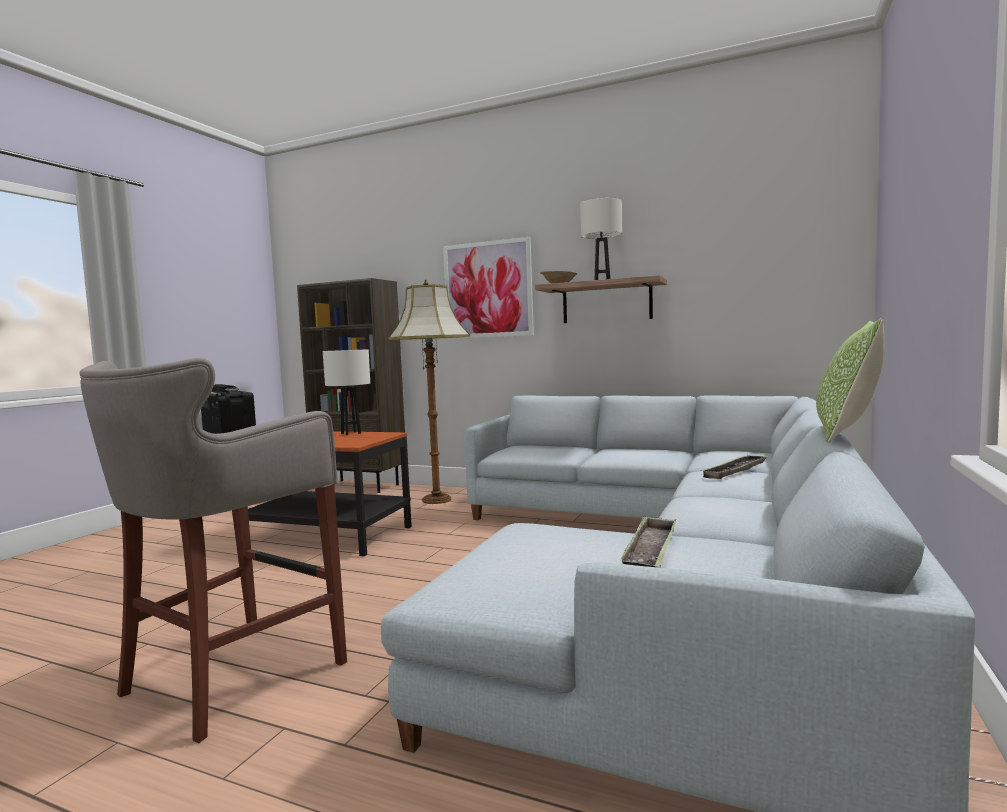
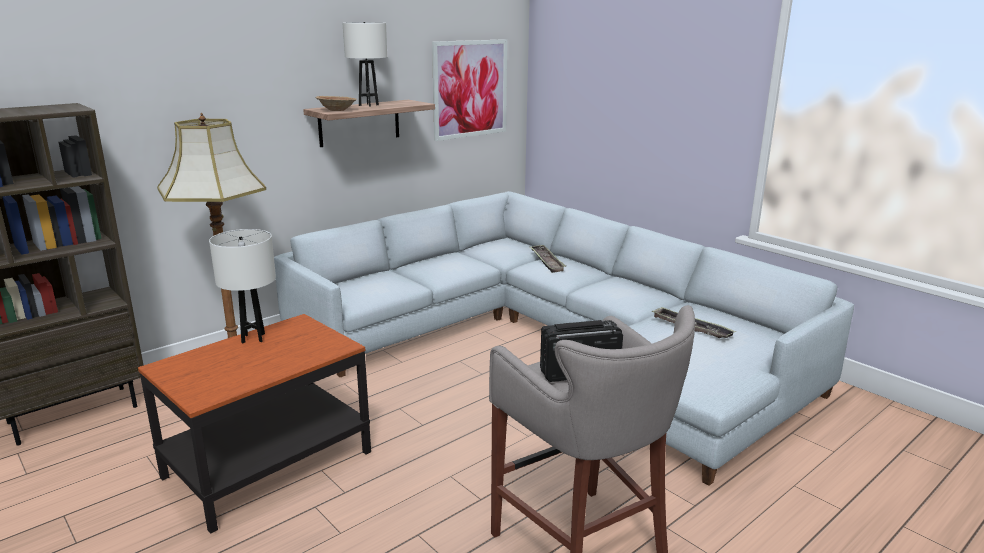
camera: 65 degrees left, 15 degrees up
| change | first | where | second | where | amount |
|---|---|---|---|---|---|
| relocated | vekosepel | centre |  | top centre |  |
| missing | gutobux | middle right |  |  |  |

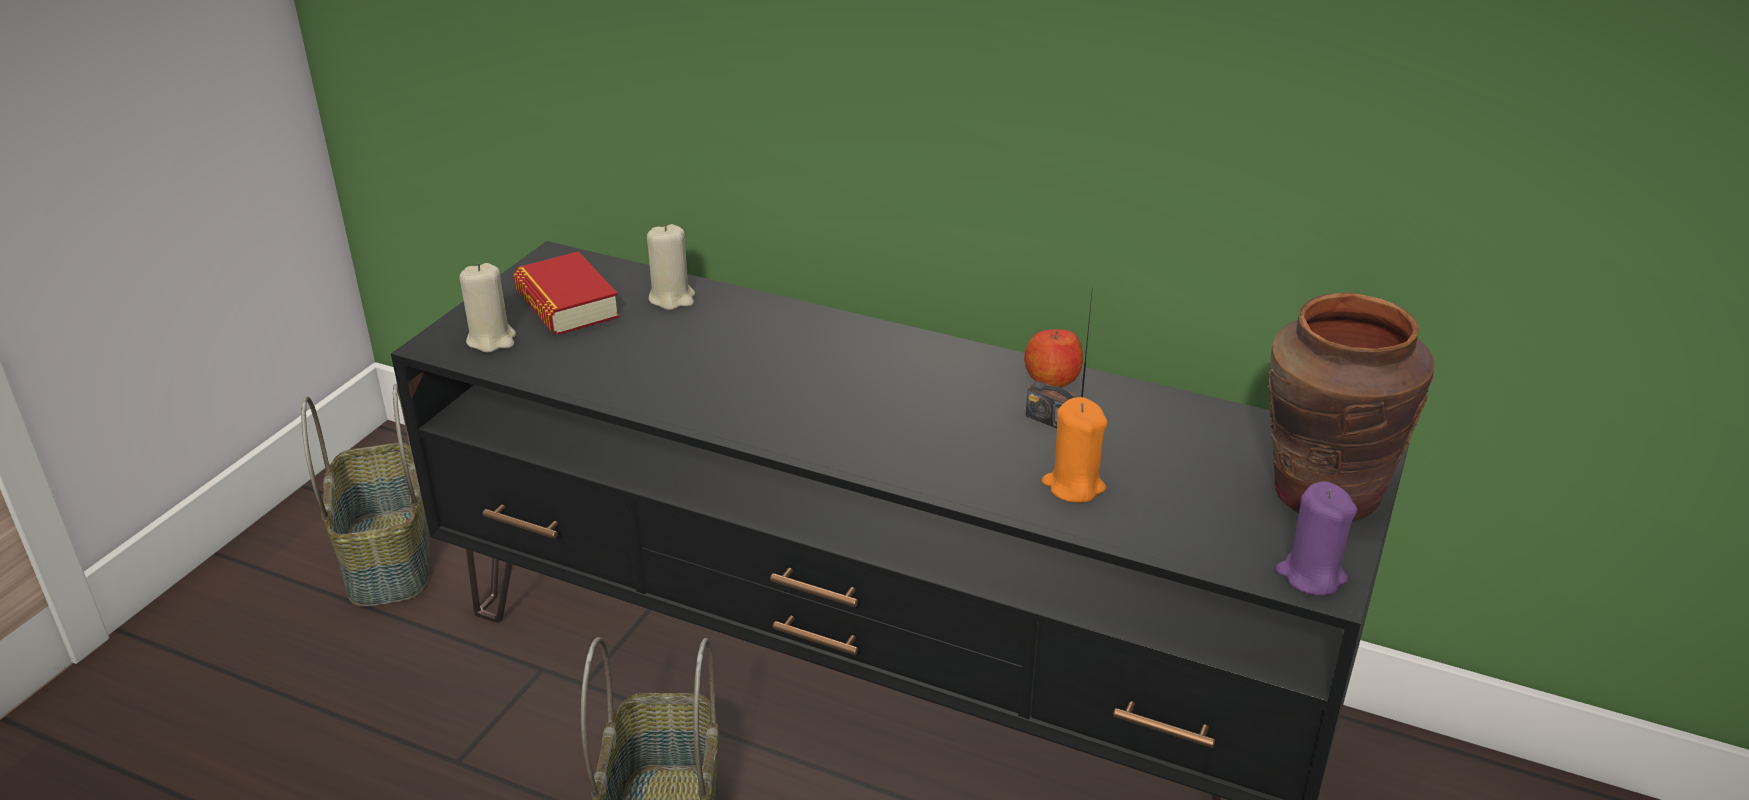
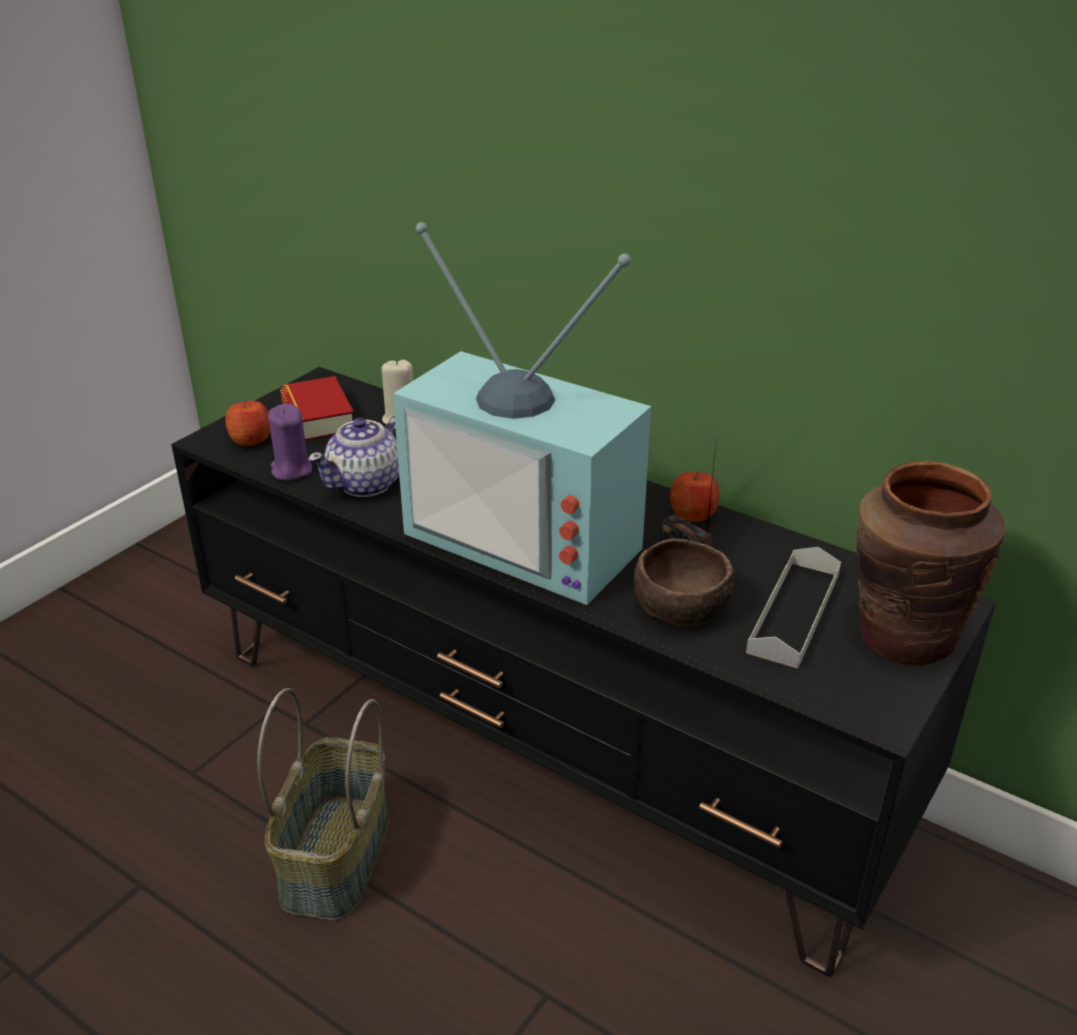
camera: 10 degrees right, 0 degrees up
| change | first | where | second | where | amount |
|---|---|---|---|---|---|
| missing | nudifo (no. 1 from left) | middle left |  |  |  |
| exchanged | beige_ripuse (no. 1 from left) | middle left | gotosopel (no. 1 from left) | middle left |  |
| exchanged | orange_ripuse | centre | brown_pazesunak | centre |  |
| relocated | purple_ripuse | bottom right |  | middle left |  |
| appeared |  |  | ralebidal | middle left |  |
| appeared |  |  | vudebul | centre |  |
| appeared |  |  | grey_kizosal | middle right |  |

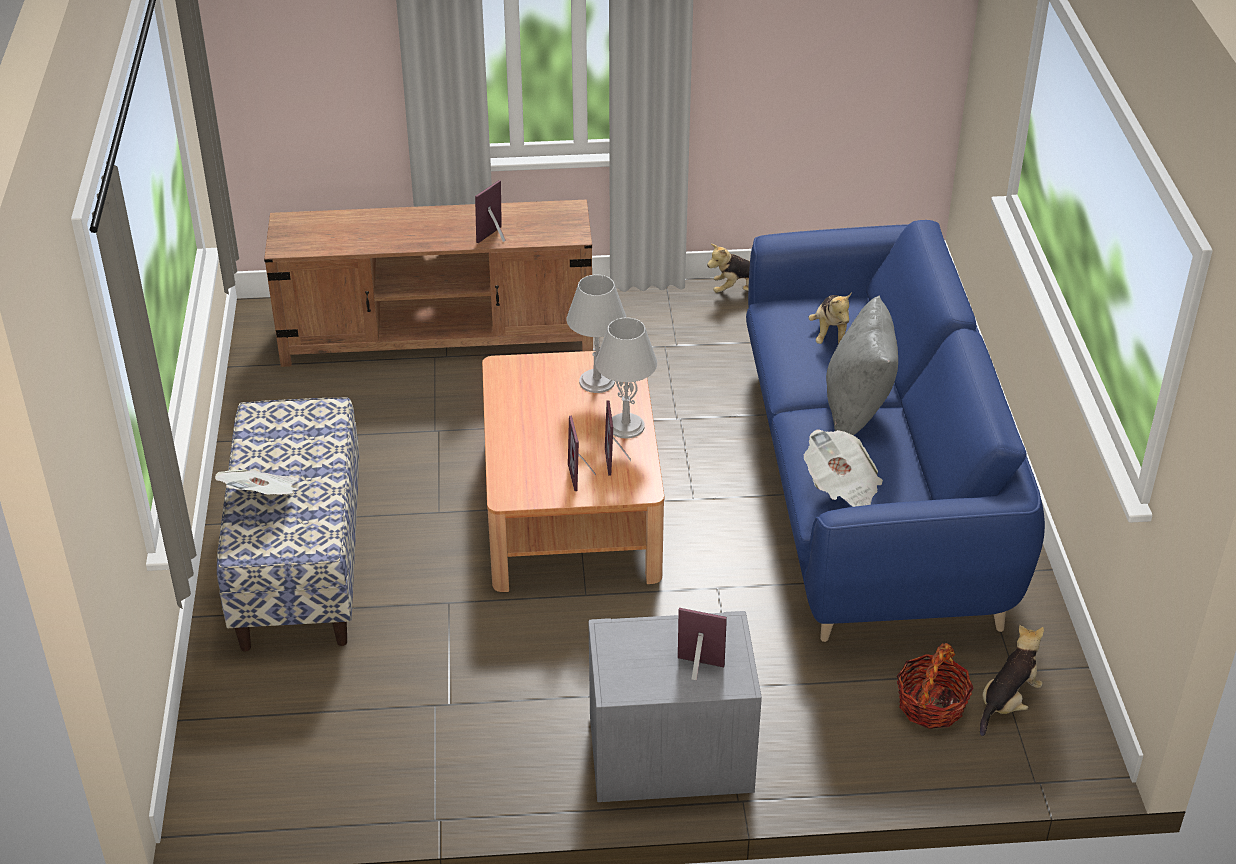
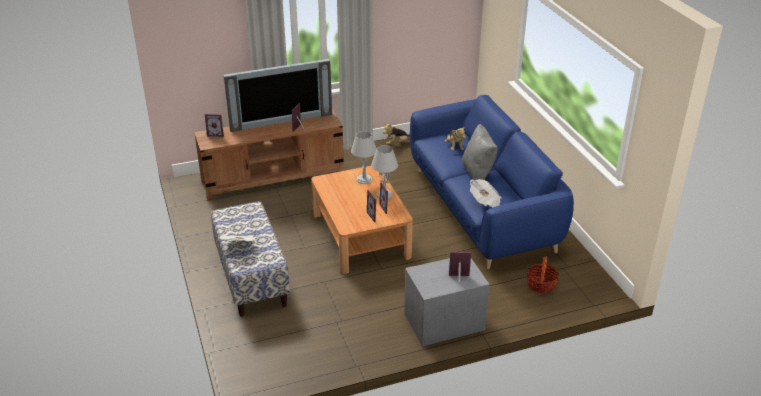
camera: 15 degrees left, 5 degrees down
| change | first | where | second | where | amount |
|---|---|---|---|---|---|
| missing | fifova (no. 3 from left) | bottom right |  |  |  |
| appeared |  |  | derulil (no. 1 from left) | top left |  |
| appeared |  |  | vudebul | top centre |  |

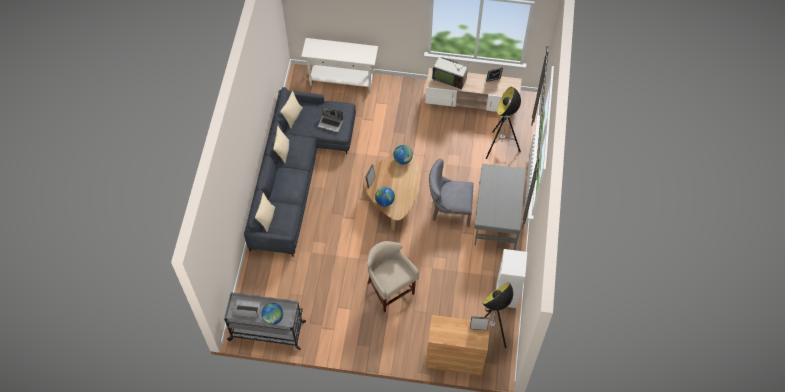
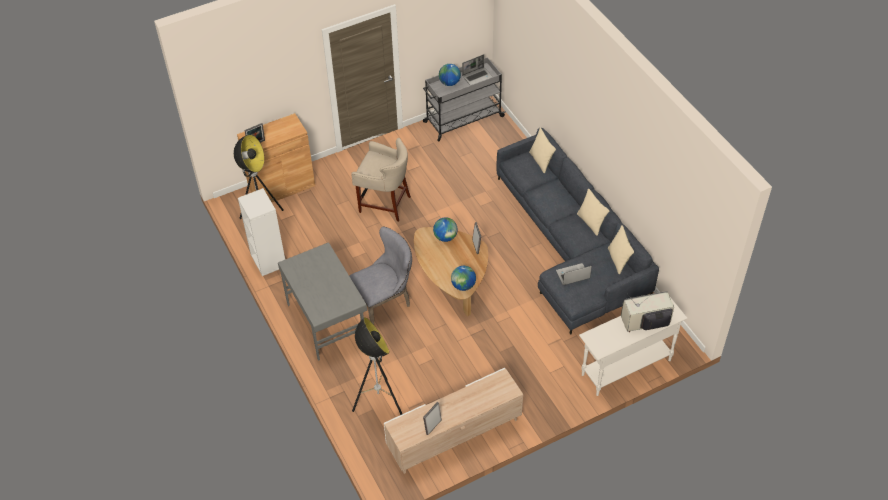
camera: 145 degrees right, 10 degrees down
| change | first | where | second | where | amount |
|---|---|---|---|---|---|
| relocated | vudebul | top centre |  | middle right |  |

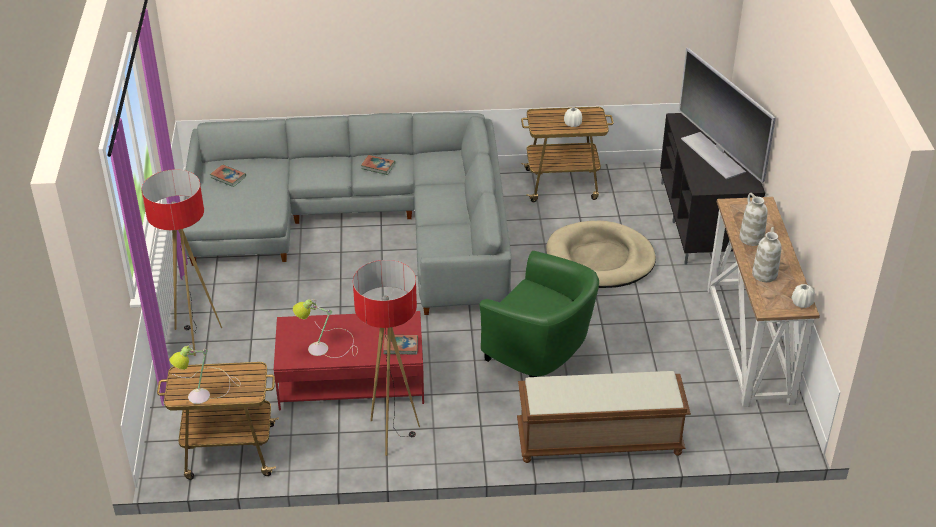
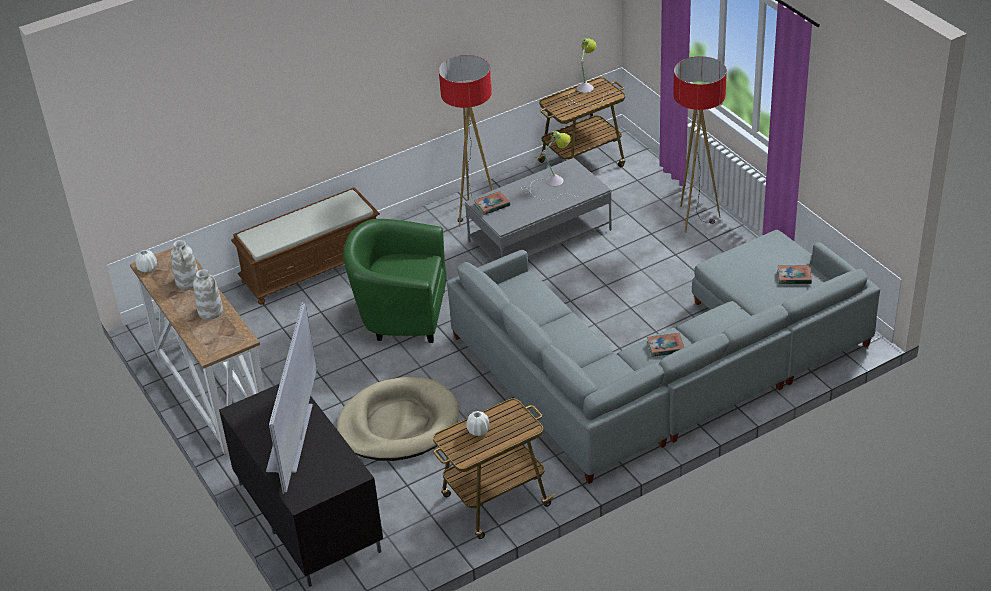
camera: 155 degrees right, 0 degrees up
| change | first | where | second | where | amount |
|---|---|---|---|---|---|
| colour | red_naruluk | bottom centre | grey_naruluk | centre |  |
| spun | vudebul | top right |  | bottom left | 120 degrees counterclockwise |

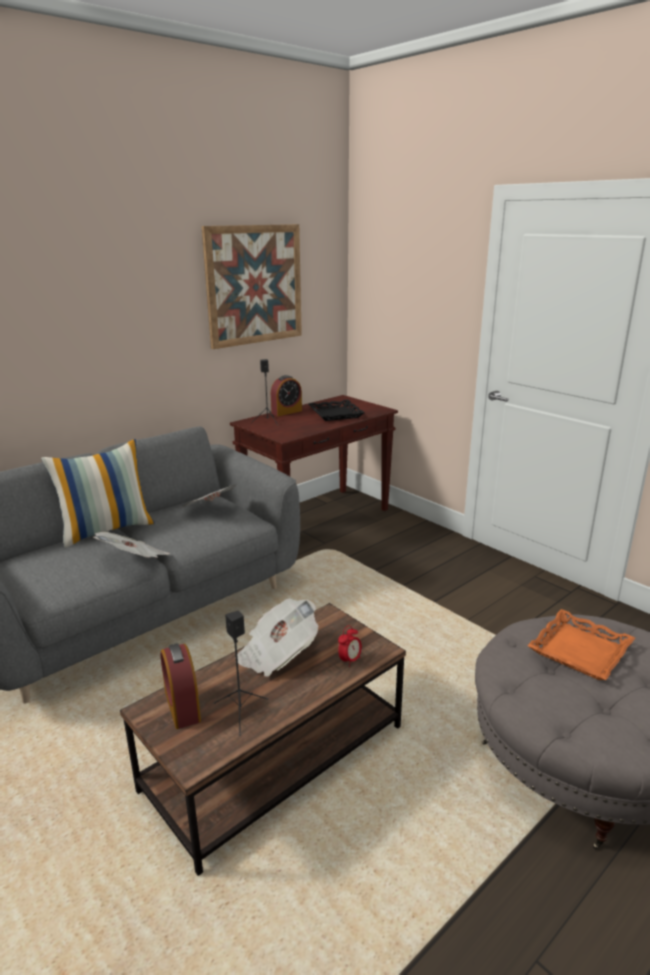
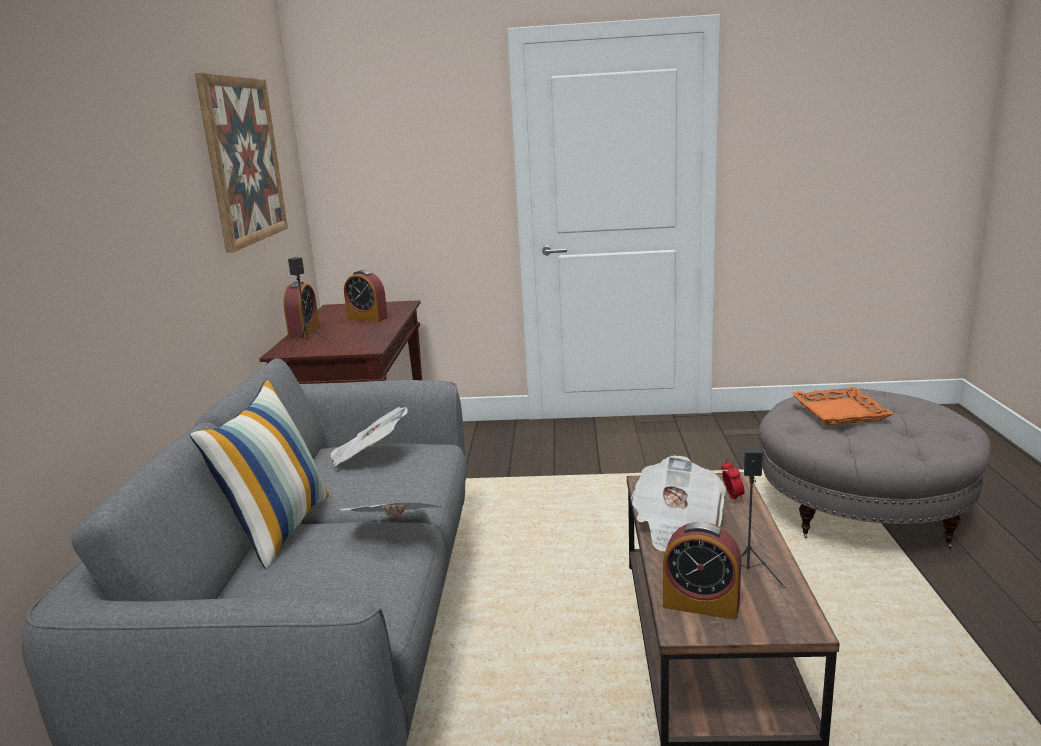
camera: 45 degrees left, 5 degrees down
| change | first | where | second | where | amount |
|---|---|---|---|---|---|
| exchanged | black_kizosal | centre | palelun (no. 2 from left) | centre |  |

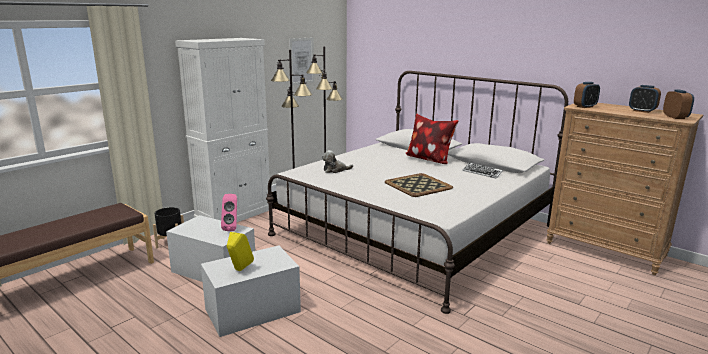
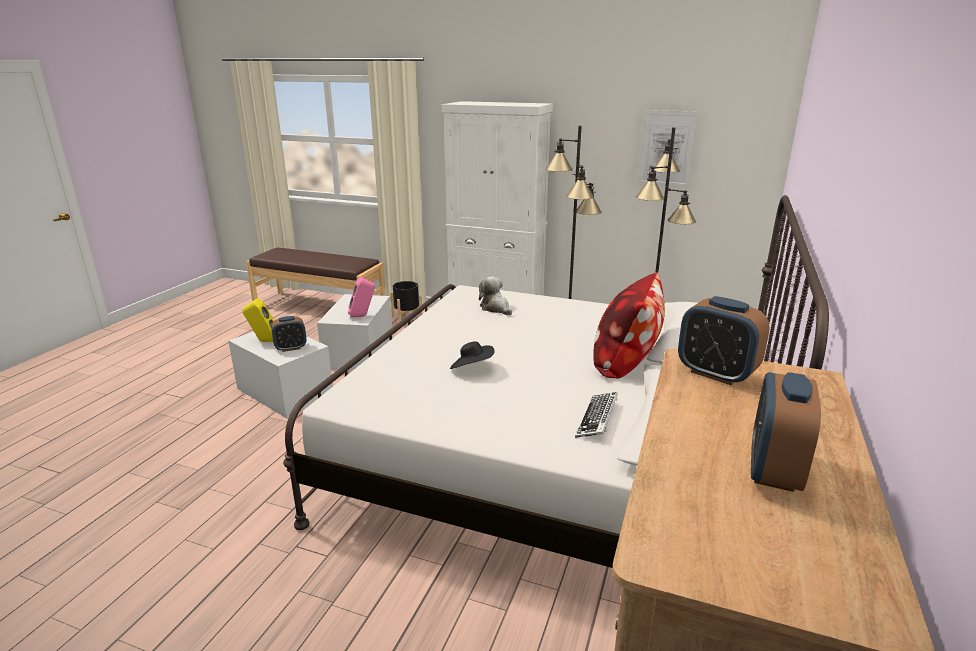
camera: 70 degrees right, 5 degrees up
| change | first | where | second | where | amount |
|---|---|---|---|---|---|
| exchanged | kizosal | centre | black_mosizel | centre |  |
| relocated | palelun (no. 3 from left in the first image) | top right | palelun (no. 1 from left) | middle left |  |

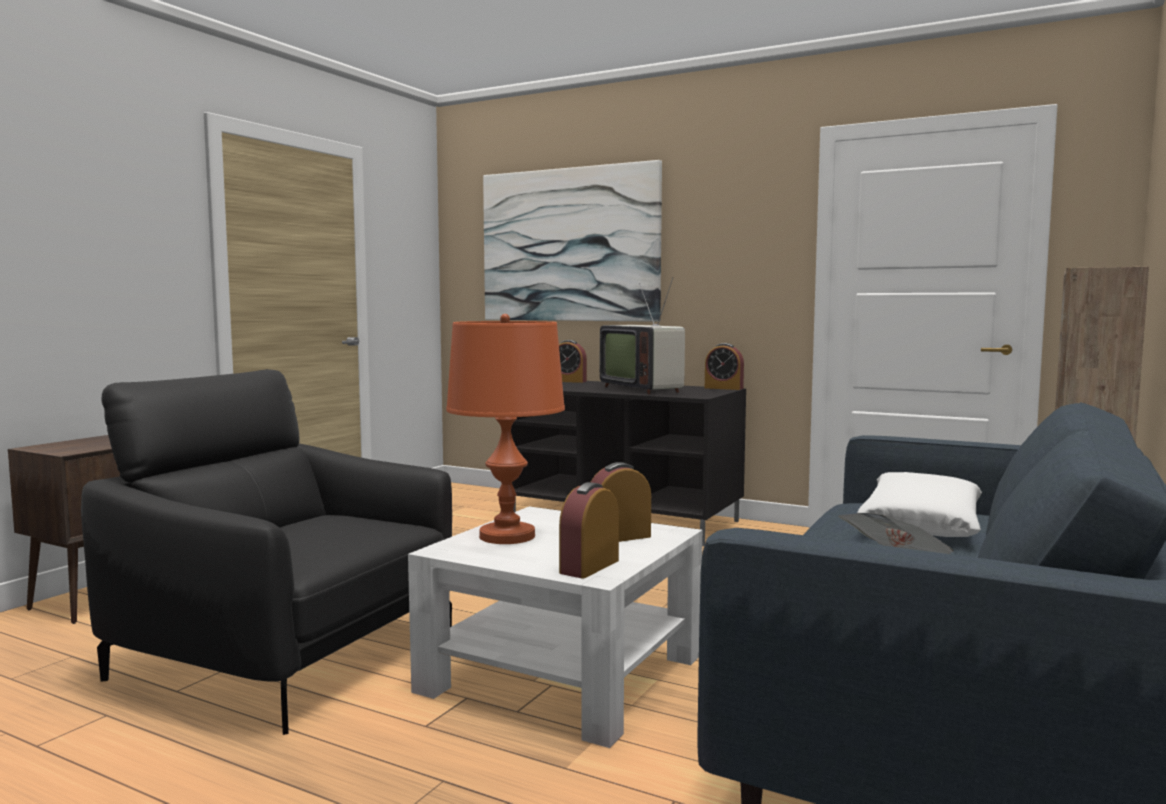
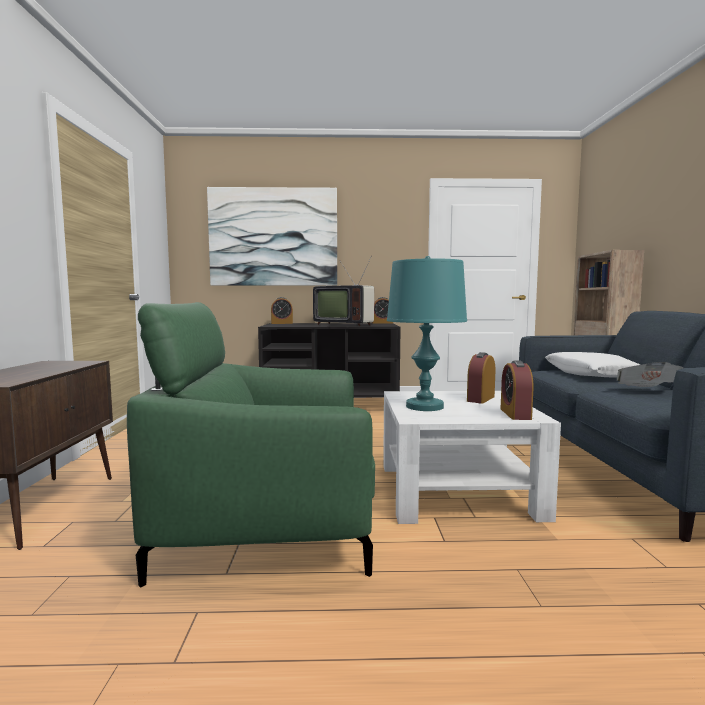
camera: 30 degrees left, 0 degrees up
| change | first | where | second | where | amount |
|---|---|---|---|---|---|
| colour | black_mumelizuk | bottom left | green_mumelizuk | centre |  |
| colour | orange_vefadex | centre | turquoise_vefadex | centre |  |

